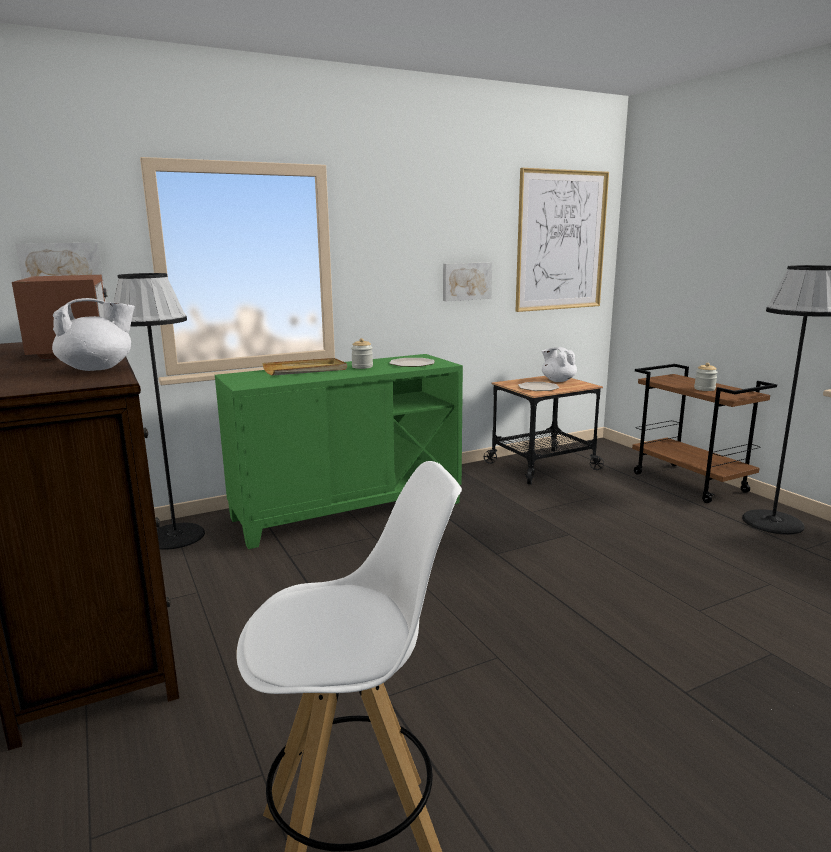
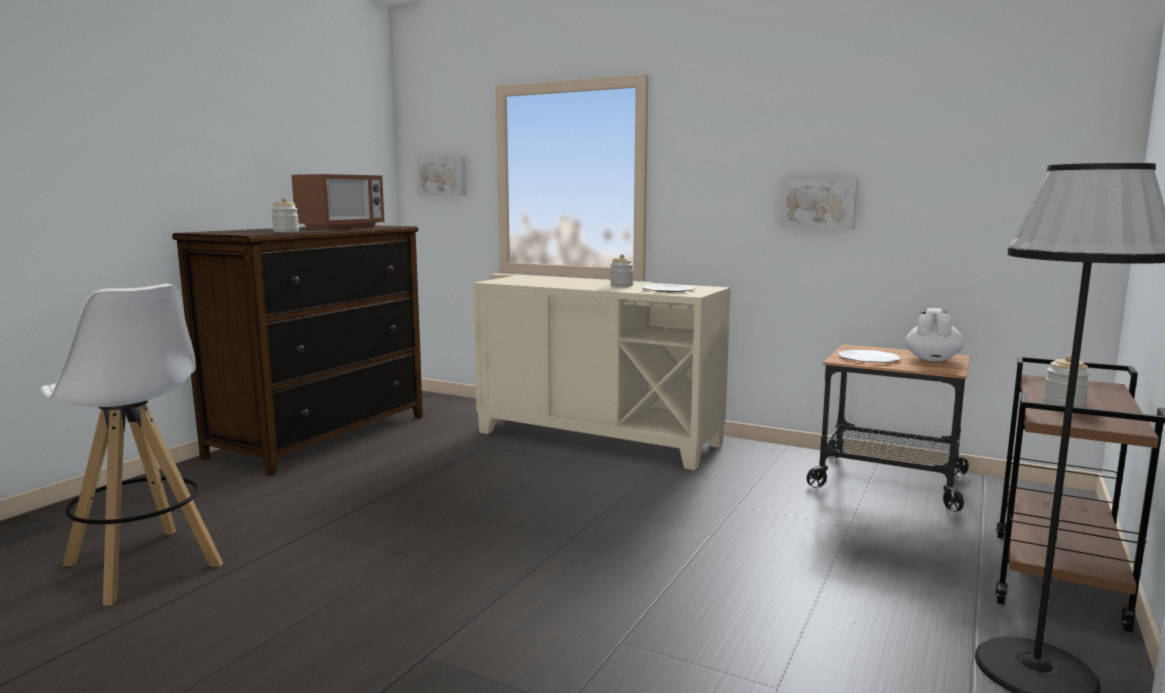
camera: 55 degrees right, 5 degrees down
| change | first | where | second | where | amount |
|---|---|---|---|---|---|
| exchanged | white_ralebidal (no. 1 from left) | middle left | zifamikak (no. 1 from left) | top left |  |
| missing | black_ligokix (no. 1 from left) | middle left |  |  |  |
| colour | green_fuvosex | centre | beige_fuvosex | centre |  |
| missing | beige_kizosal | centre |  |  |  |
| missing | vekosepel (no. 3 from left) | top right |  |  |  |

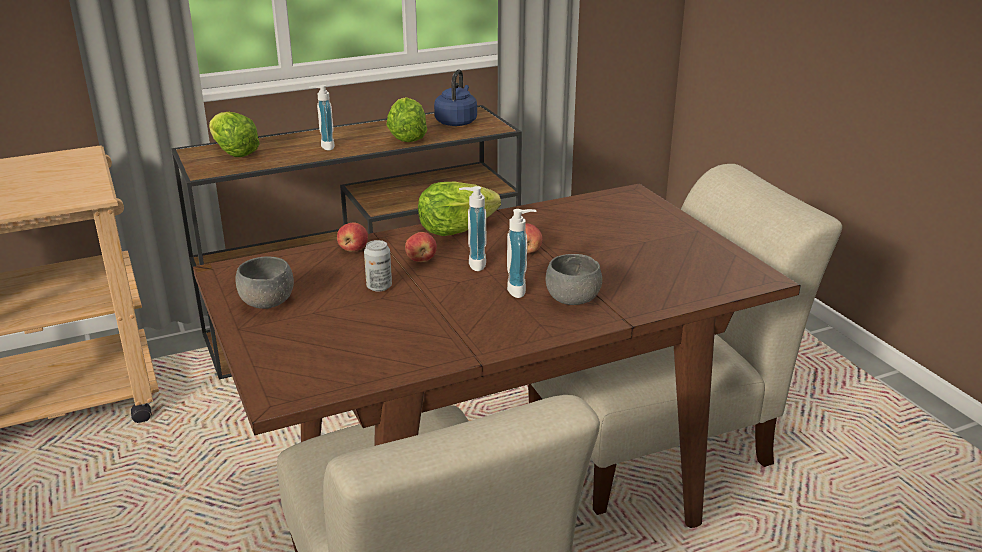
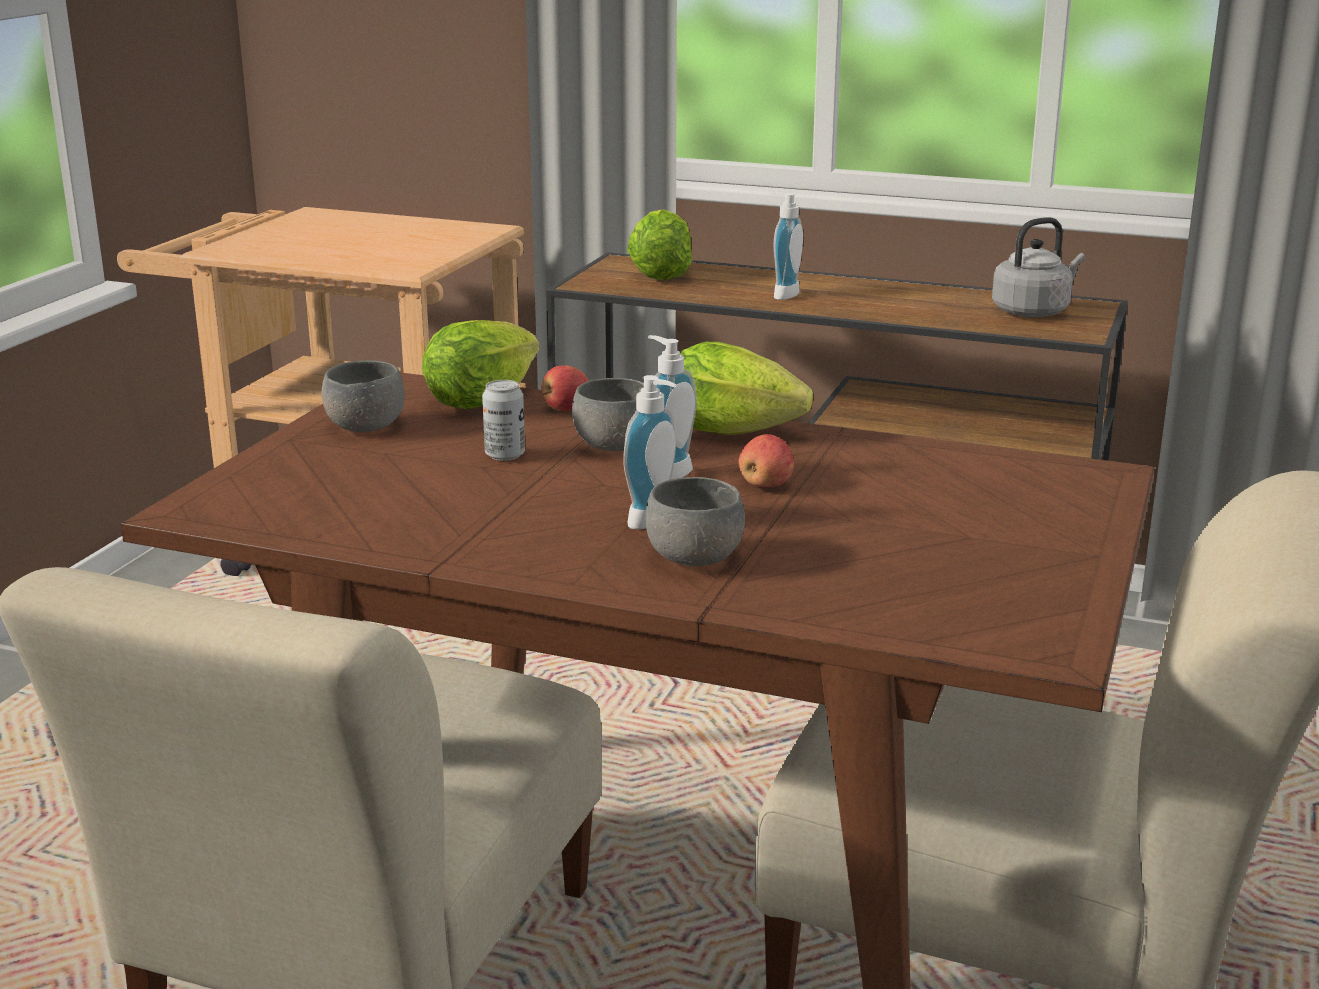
camera: 45 degrees right, 5 degrees down
| change | first | where | second | where | amount |
|---|---|---|---|---|---|
| relocated | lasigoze (no. 2 from left in the first image) | top centre | lasigoze (no. 1 from left) | centre |  |
| exchanged | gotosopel (no. 2 from left) | centre | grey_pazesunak (no. 2 from left) | centre |  |
| colour | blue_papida | top centre | grey_papida | top right |  |

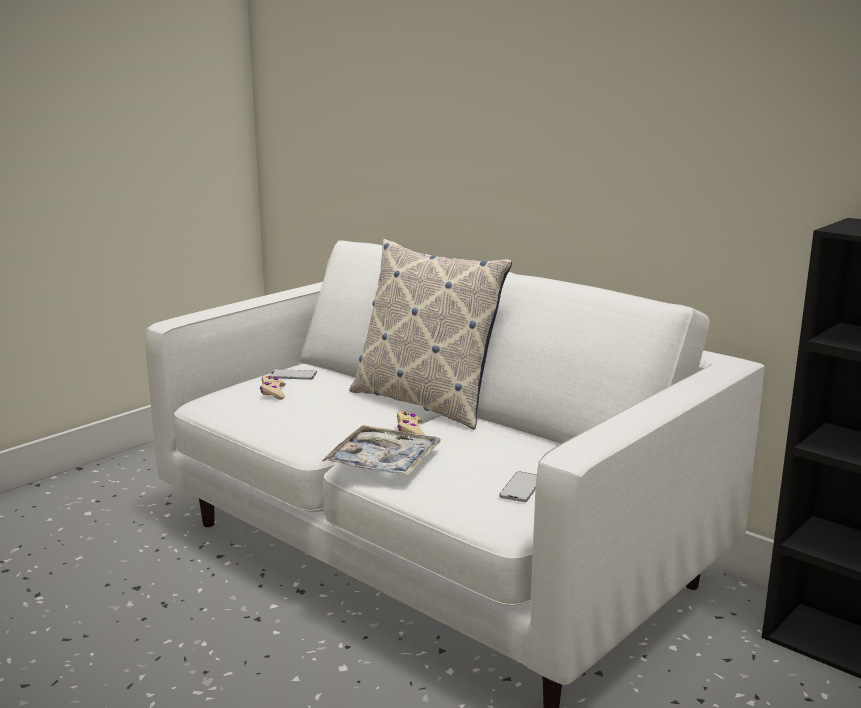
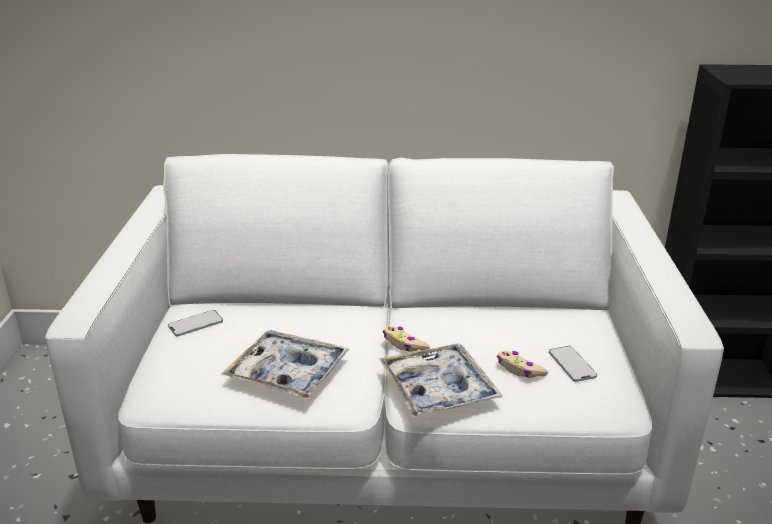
camera: 40 degrees left, 10 degrees up
| change | first | where | second | where | amount |
|---|---|---|---|---|---|
| relocated | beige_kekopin (no. 1 from left in the first image) | middle left | beige_kekopin (no. 2 from left) | bottom right |  |
| missing | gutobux | centre |  |  |  |
| appeared |  |  | kizosal (no. 1 from left) | bottom centre |  |

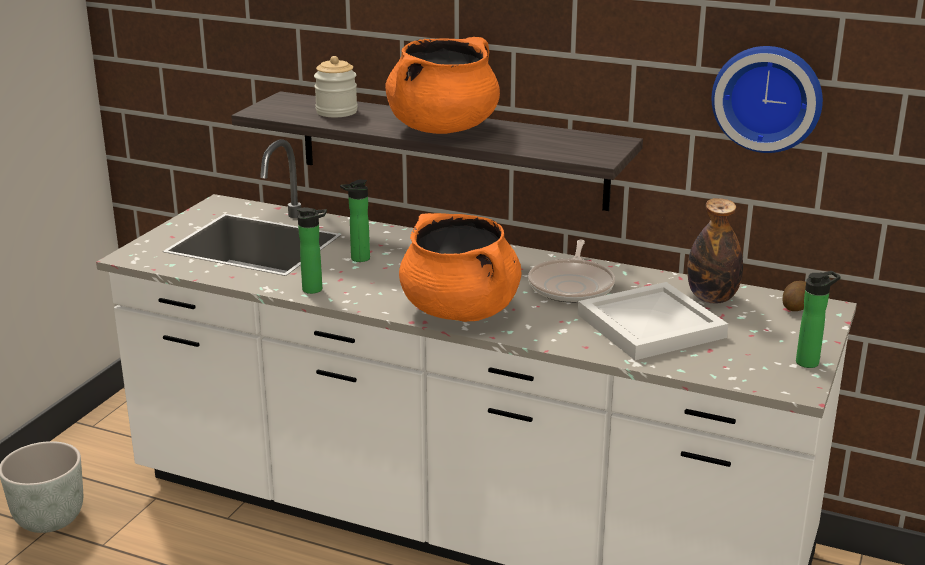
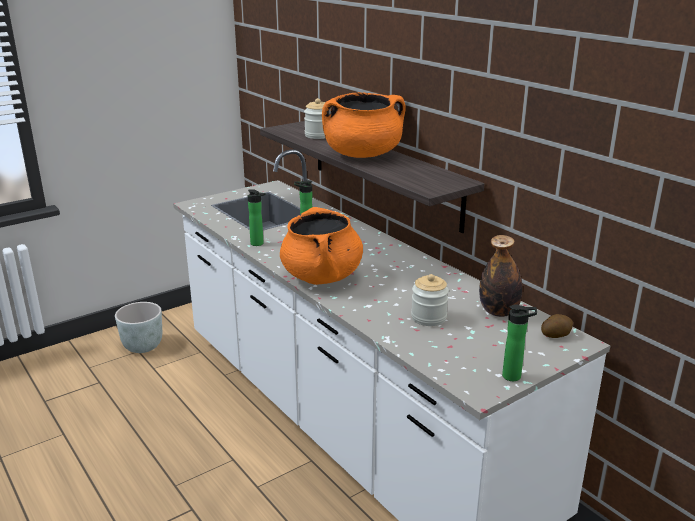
camera: 30 degrees right, 0 degrees up
| change | first | where | second | where | amount |
|---|---|---|---|---|---|
| missing | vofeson | centre |  |  |  |
| exchanged | white_kizosal | middle right | zifamikak (no. 2 from left) | centre |  |
| missing | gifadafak | top right |  |  |  |

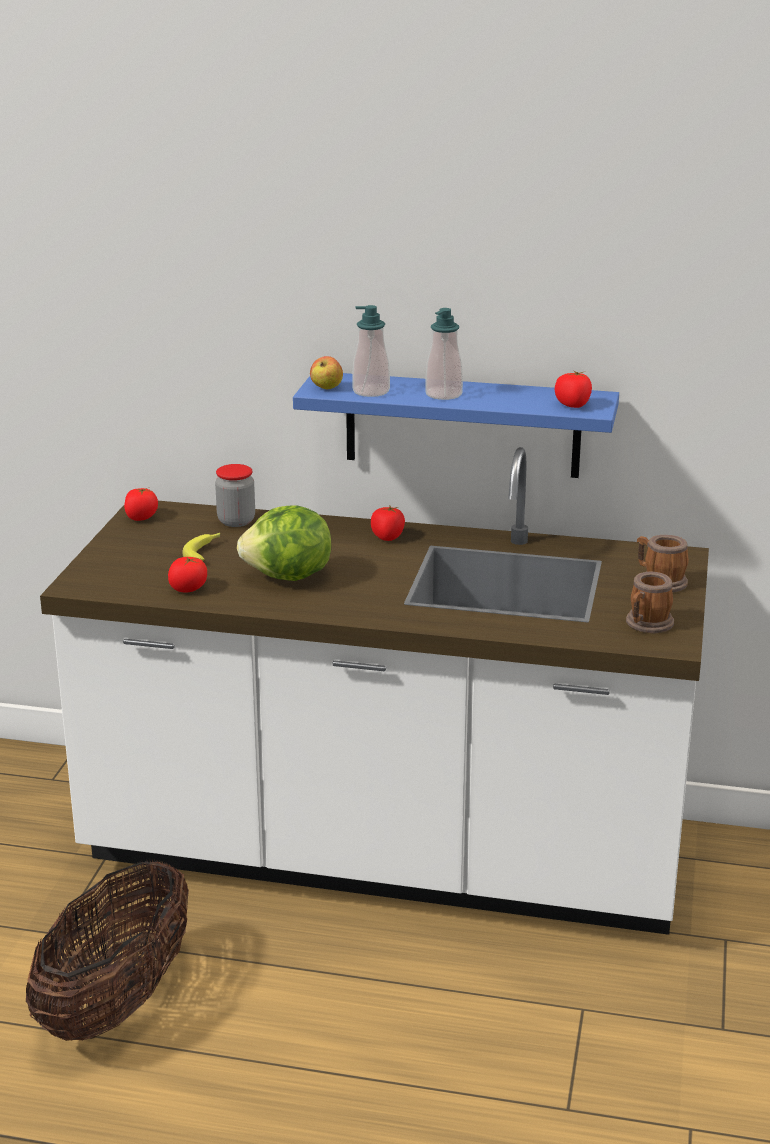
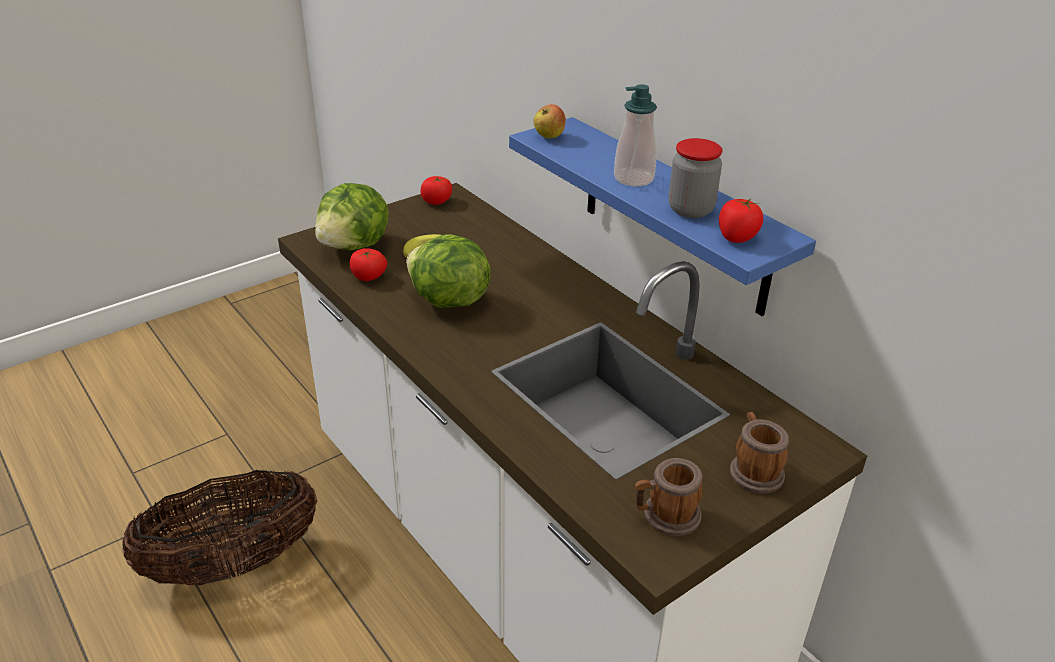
camera: 40 degrees right, 10 degrees up
| change | first | where | second | where | amount |
|---|---|---|---|---|---|
| relocated | zifamikak | middle left |  | top centre |  |
| missing | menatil (no. 1 from left) | top centre |  |  |  |
| missing | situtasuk (no. 3 from left) | centre |  |  |  |
| appeared |  |  | lasigoze (no. 1 from left) | top centre |  |

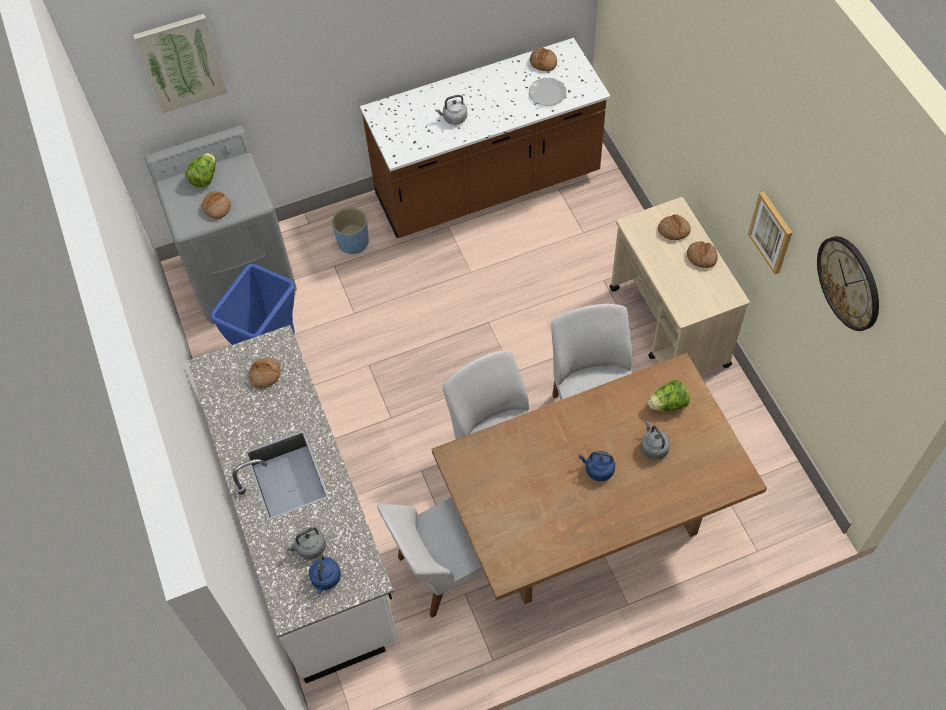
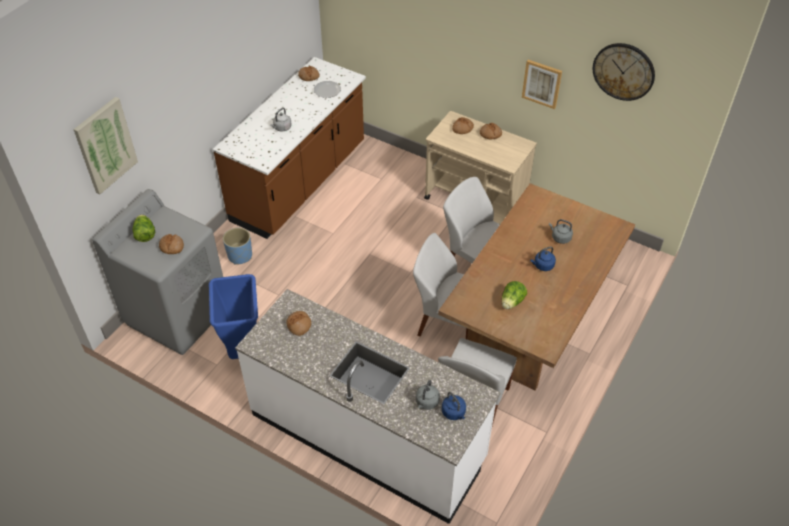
camera: 40 degrees left, 10 degrees down
| change | first | where | second | where | amount |
|---|---|---|---|---|---|
| relocated | lasigoze (no. 2 from left) | middle right |  | centre |  |

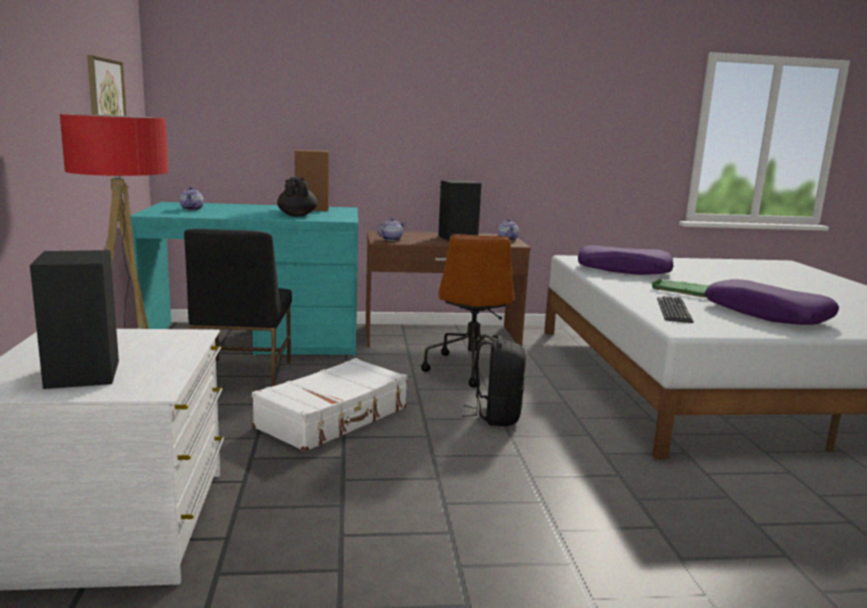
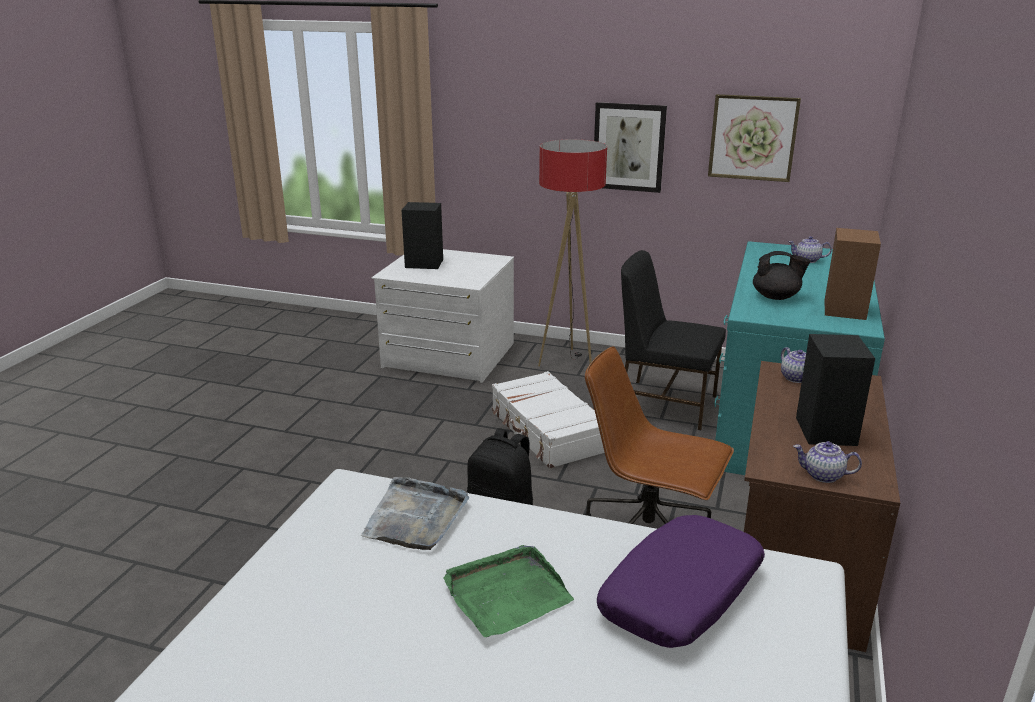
camera: 115 degrees right, 10 degrees up
| change | first | where | second | where | amount |
|---|---|---|---|---|---|
| exchanged | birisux | middle right | grey_kizosal | bottom centre |  |
| missing | purple_gutobux (no. 2 from left) | middle right |  |  |  |
| appeared |  |  | vekosepel (no. 1 from left) | top centre |  |

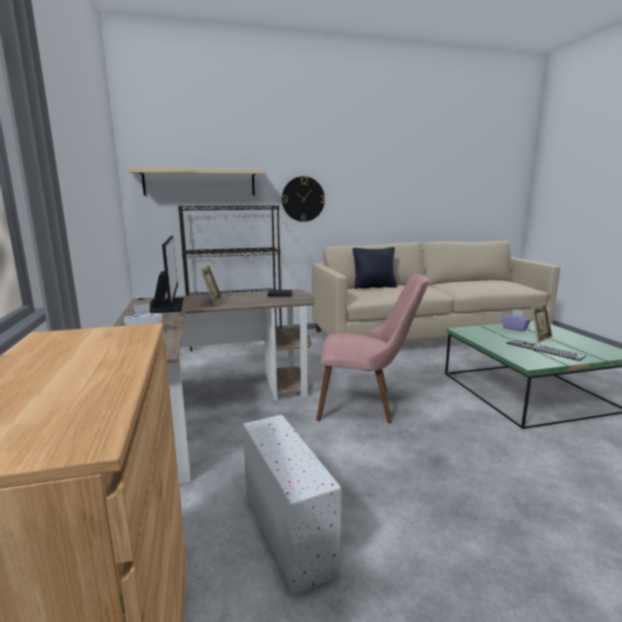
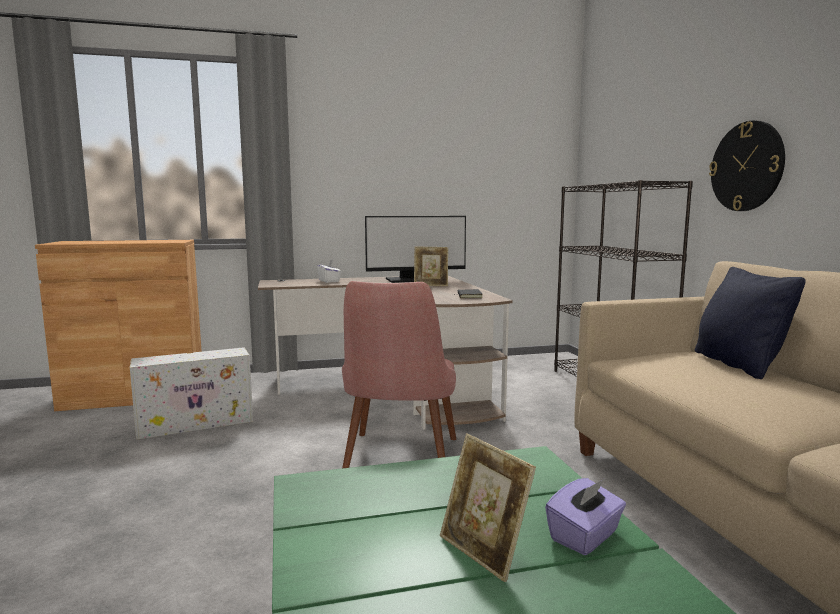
camera: 90 degrees right, 5 degrees down
| change | first | where | second | where | amount |
|---|---|---|---|---|---|
| missing | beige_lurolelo | top left |  |  |  |
| missing | birisux | middle right |  |  |  |

